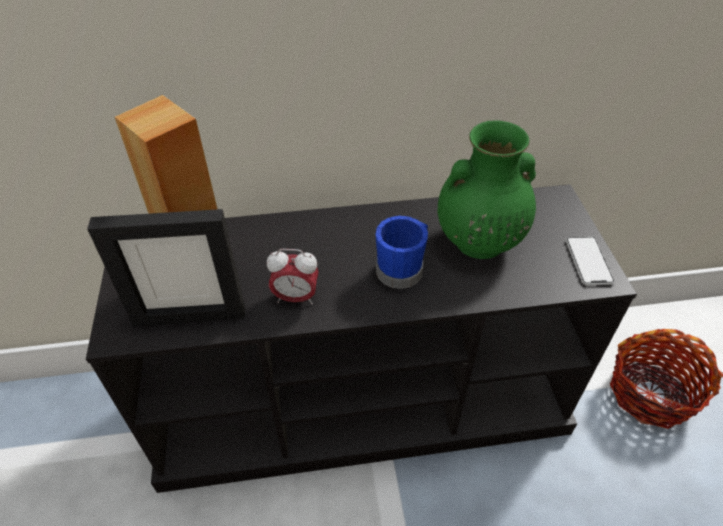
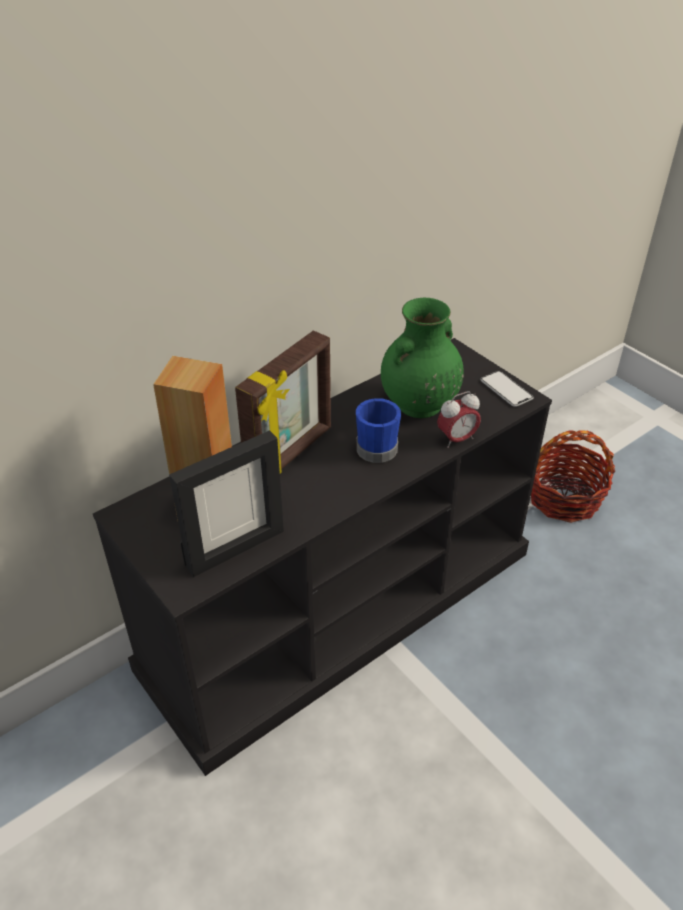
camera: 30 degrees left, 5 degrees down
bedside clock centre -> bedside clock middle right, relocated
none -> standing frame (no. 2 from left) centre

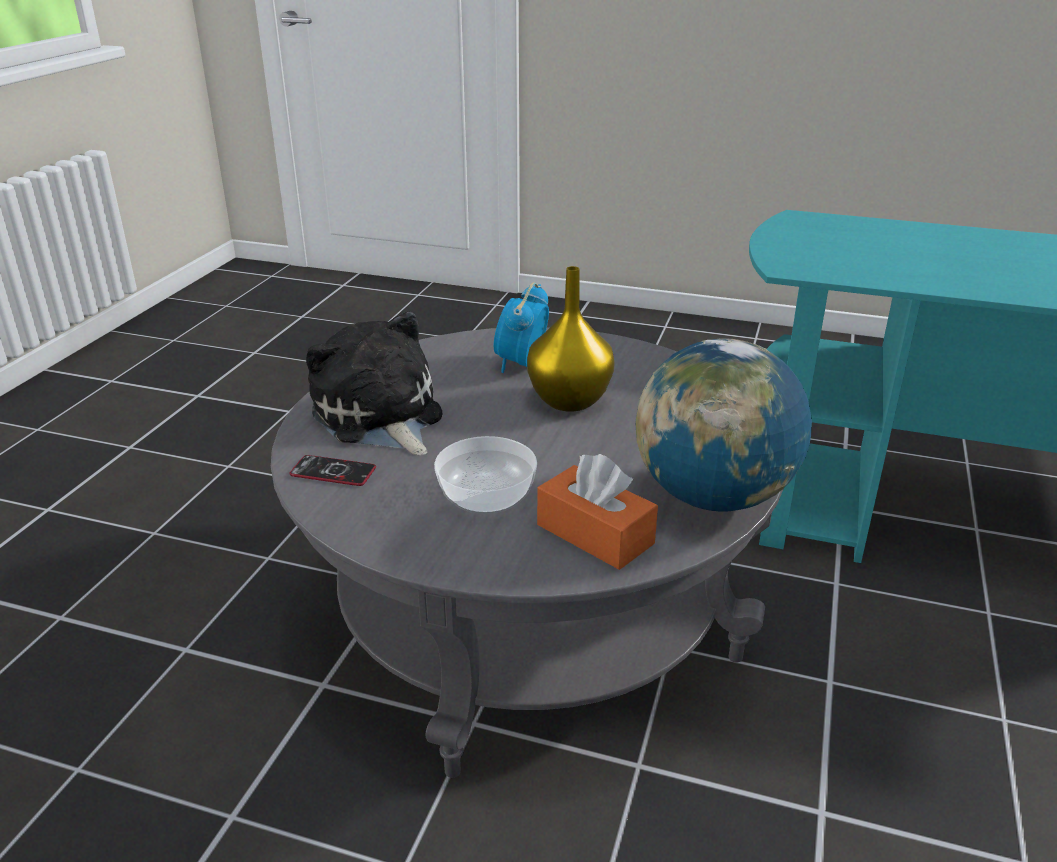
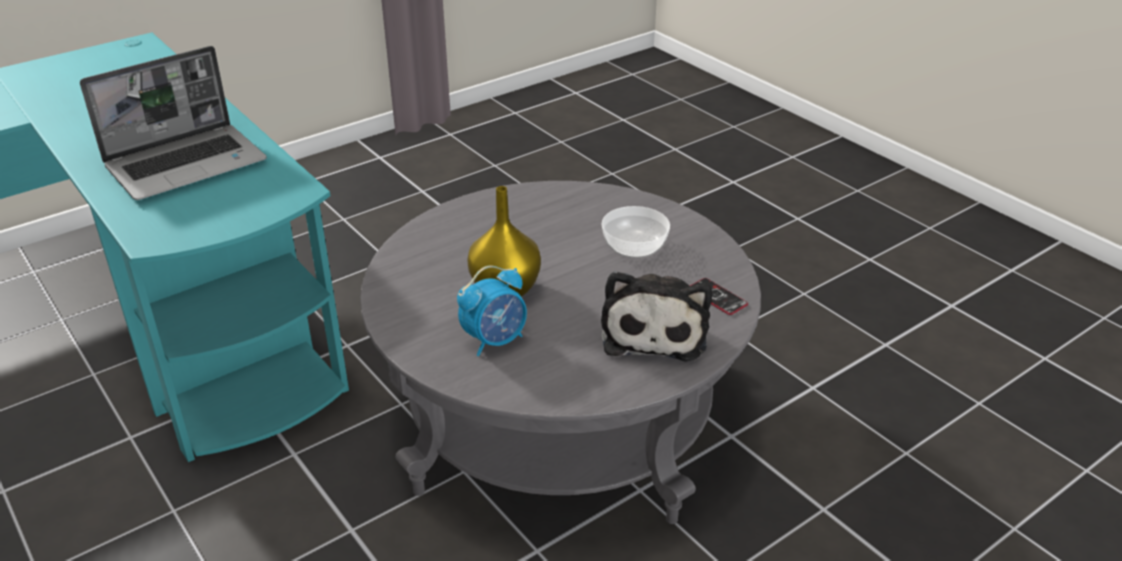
camera: 145 degrees left, 5 degrees up
globe middle right -> none
orangey box of tissues centre -> none
none -> portable computer top left

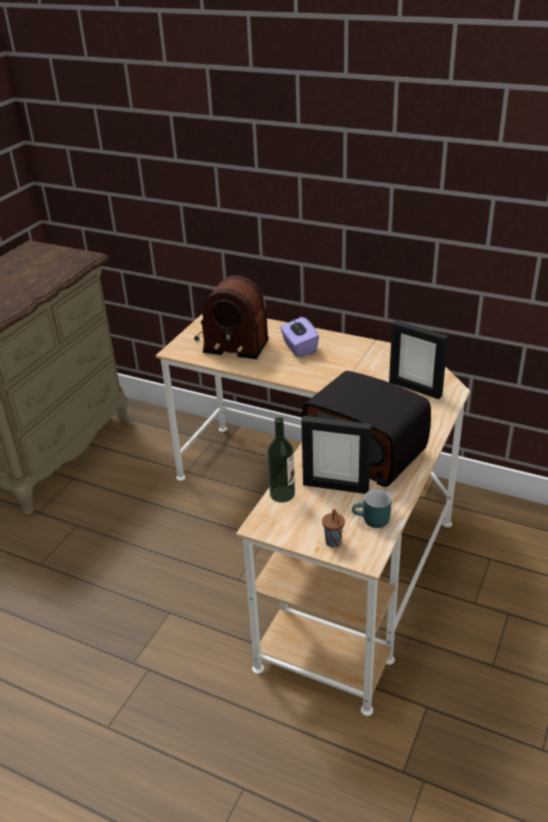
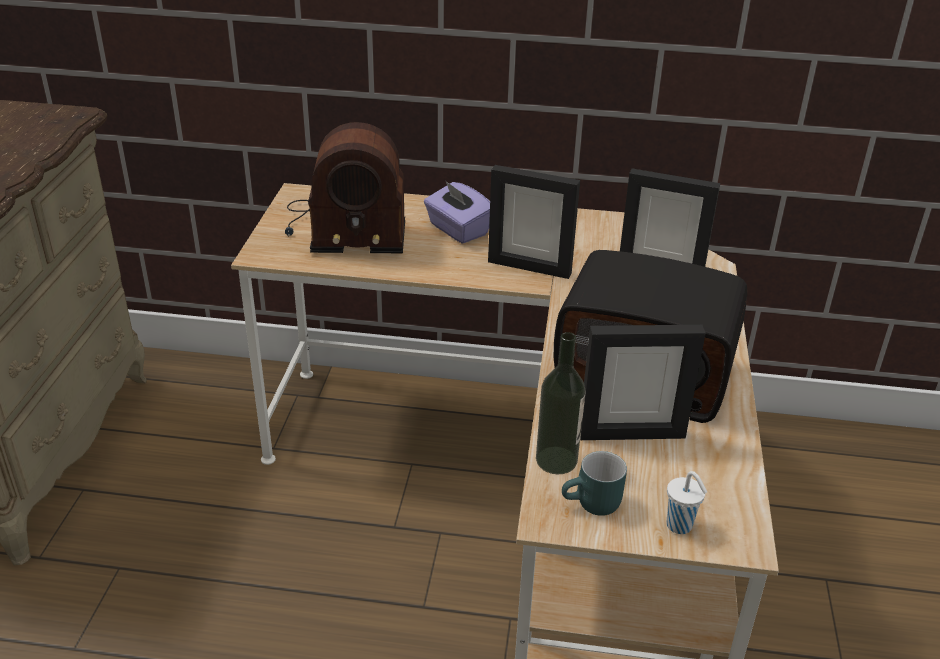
camera: 20 degrees left, 0 degrees up
turquoise tea mug middle right -> turquoise tea mug bottom centre, relocated
brown cup centre -> white cup bottom right
none -> standing frame (no. 1 from left) centre

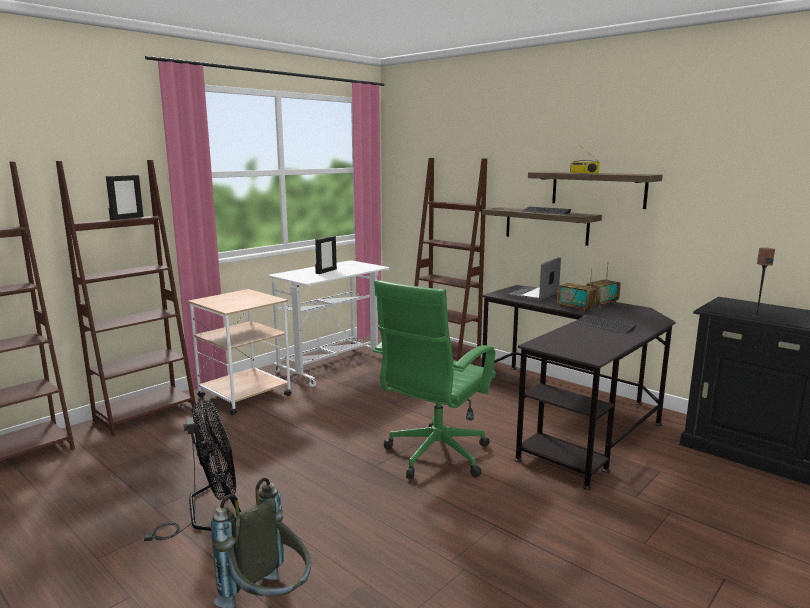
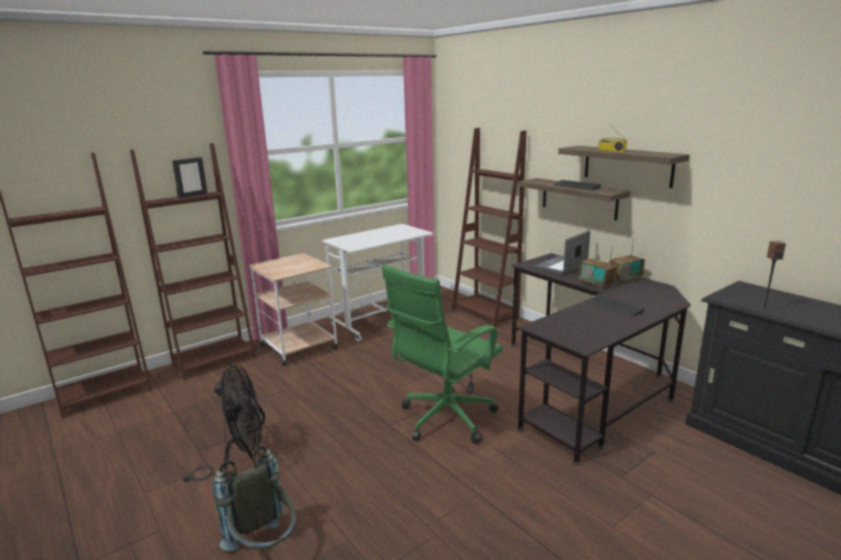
camera: 10 degrees right, 5 degrees up
standing frame (no. 2 from left) centre -> none

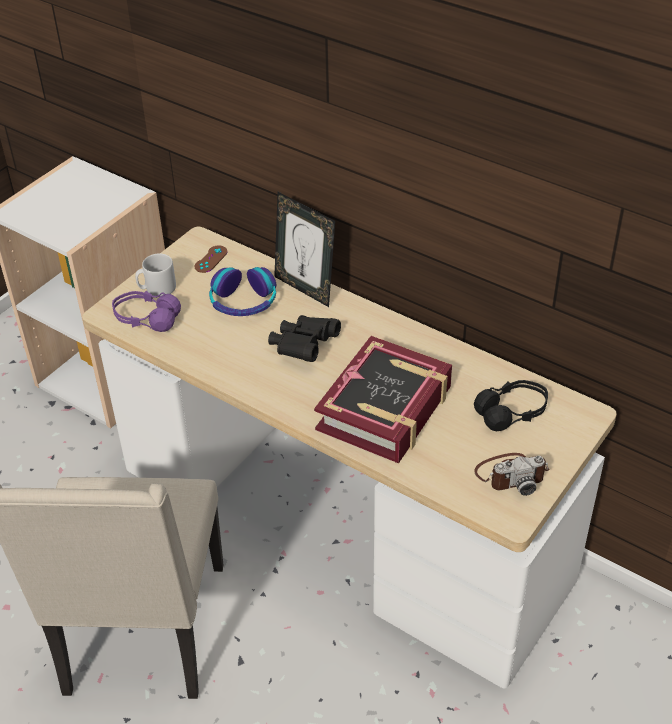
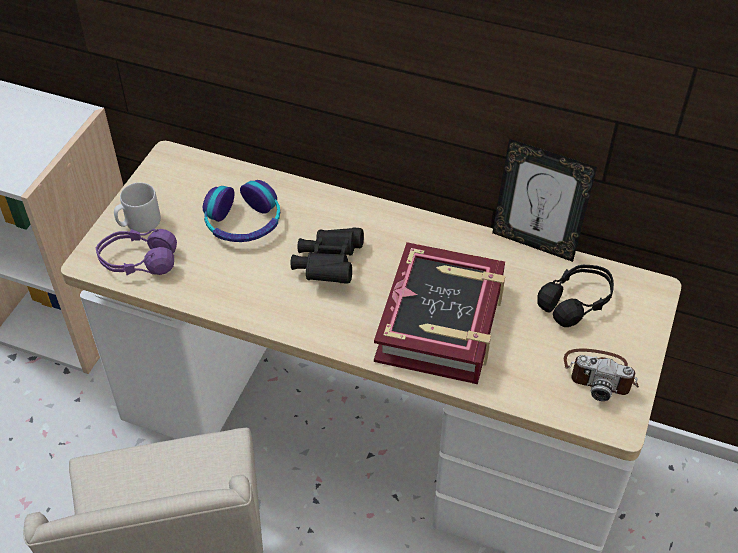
camera: 15 degrees left, 5 degrees up
standing frame centre -> standing frame middle right, relocated
brown joypad middle left -> none
photo camera middle right -> photo camera bottom right, 45 degrees clockwise

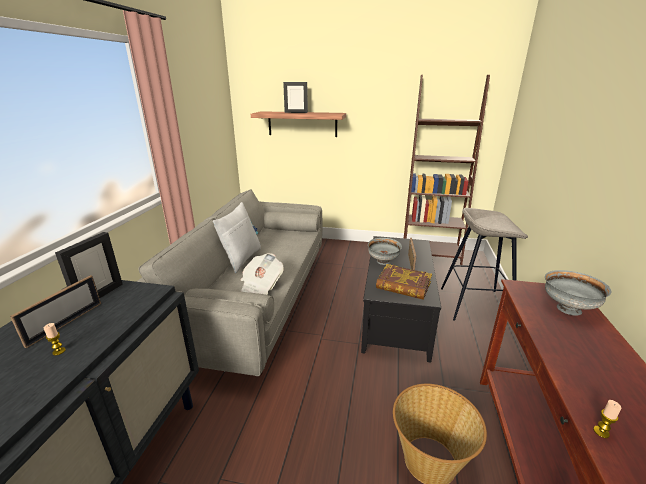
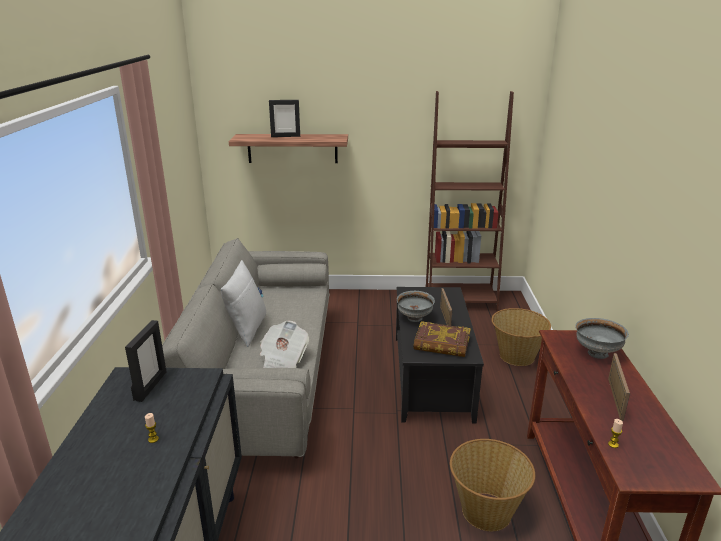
camera: 10 degrees left, 0 degrees up
gray sitting stool middle right -> household basket (no. 2 from left) middle right
standing frame (no. 1 from left in the first image) middle left -> standing frame (no. 4 from left) bottom right, relocated

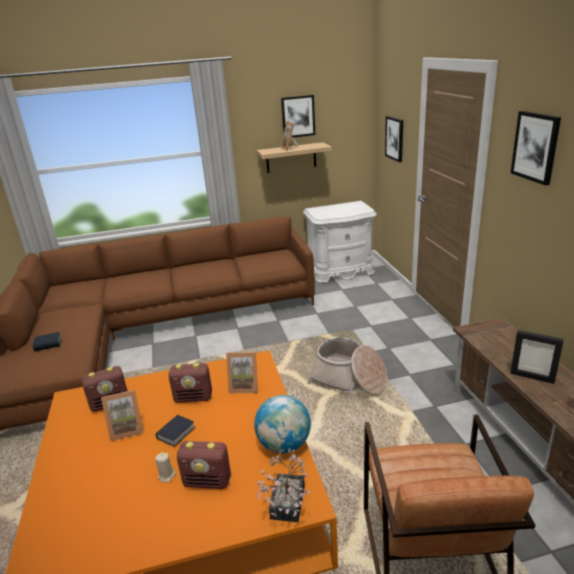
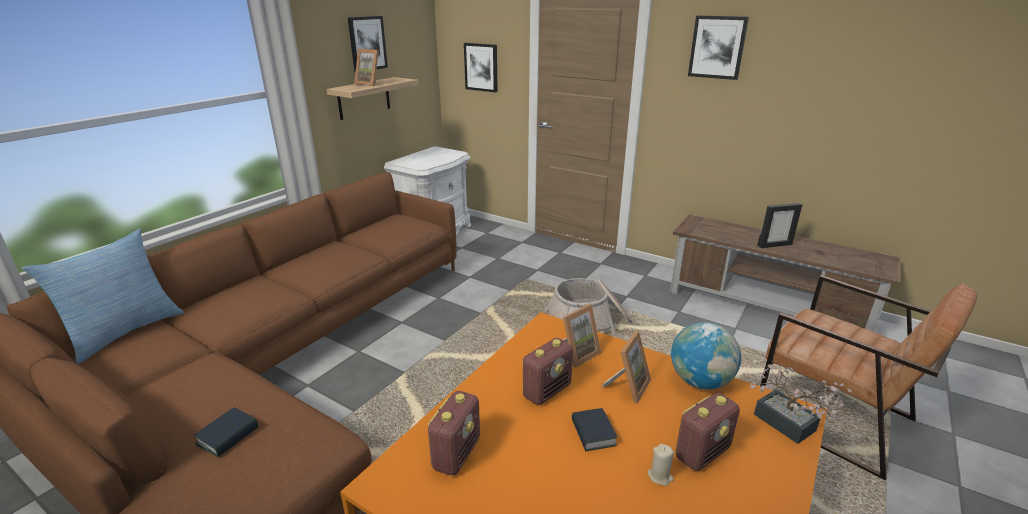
camera: 45 degrees left, 0 degrees up
standing frame (no. 1 from left in the first image) bottom left -> standing frame (no. 3 from left) bottom centre, relocated
none -> cushion middle left

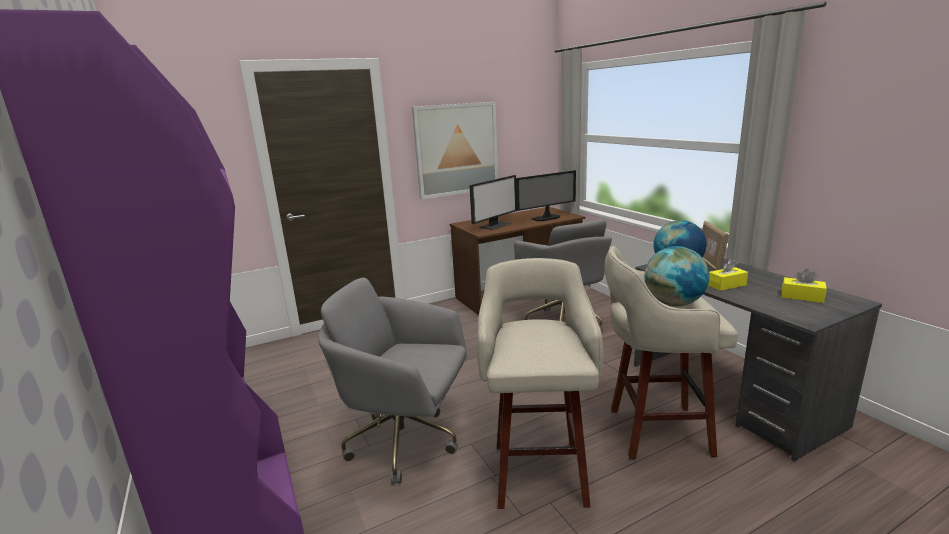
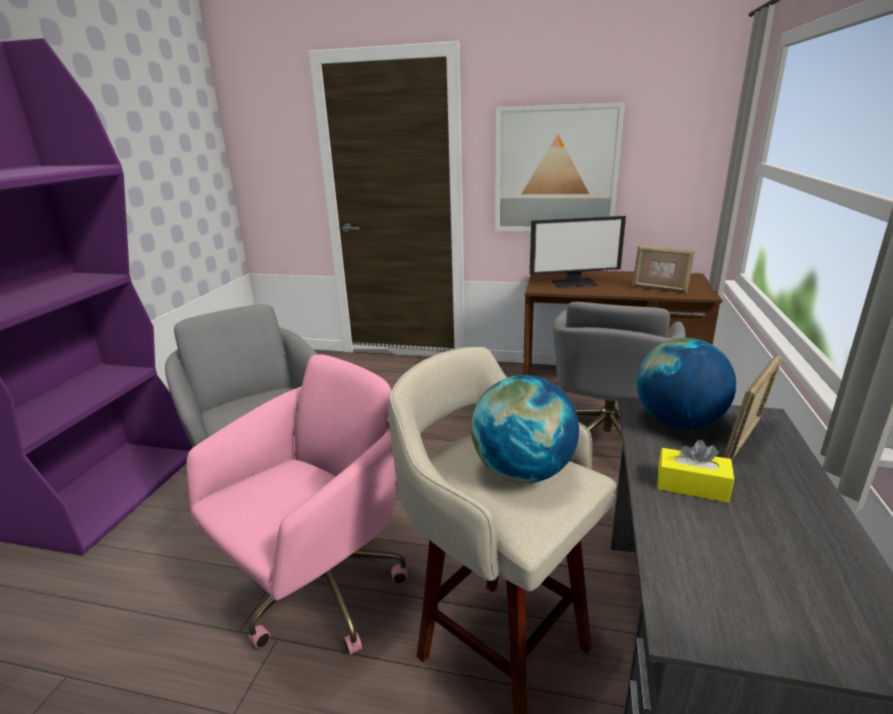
camera: 40 degrees right, 5 degrees up
computer display (no. 2 from left) centre -> standing frame (no. 1 from left) middle right
beige-coloured sitting stool (no. 1 from left) bottom centre -> pink computer chair bottom left
yellowish box of tissues (no. 2 from left) middle right -> none

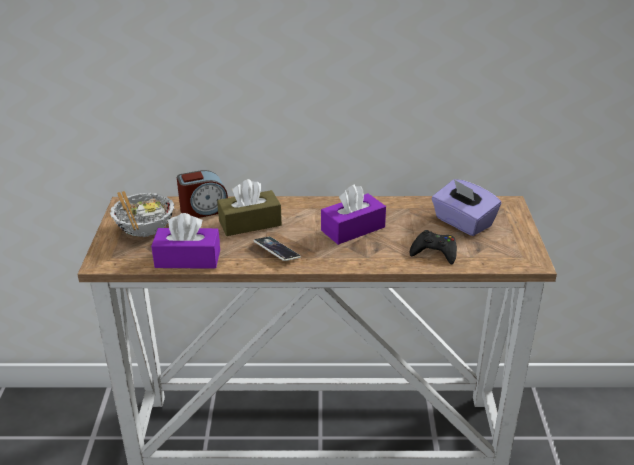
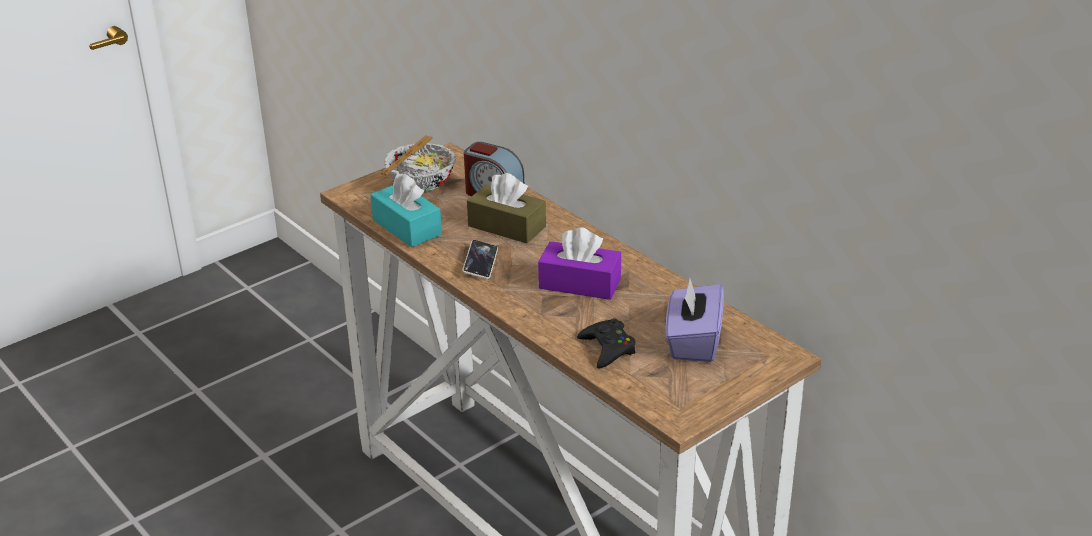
camera: 50 degrees right, 0 degrees up
purplish box of tissues (no. 1 from left) middle left -> turquoise box of tissues centre

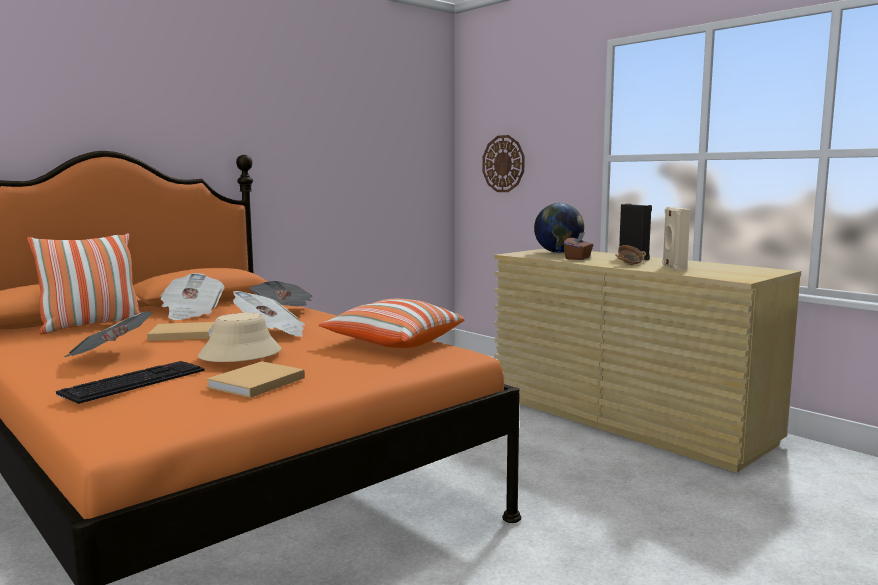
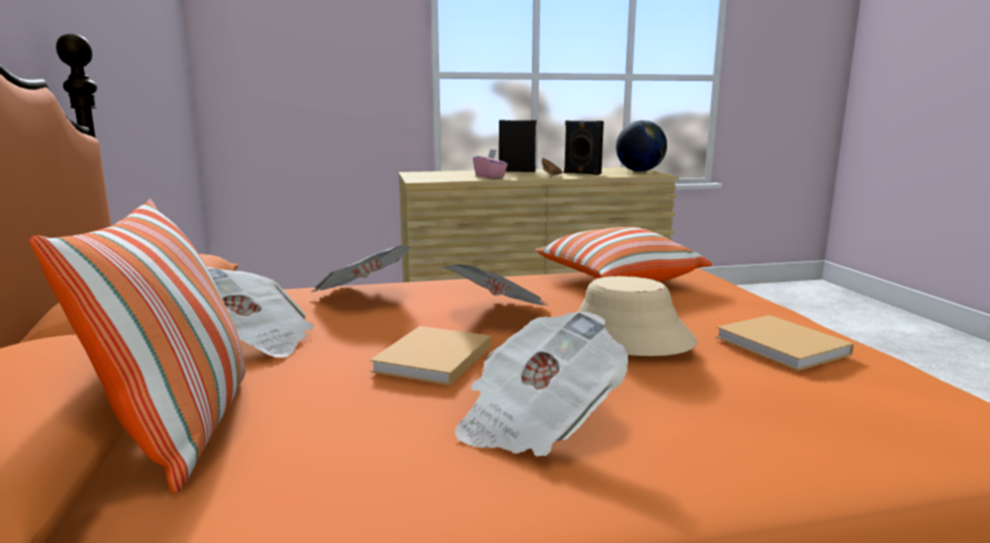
camera: 60 degrees left, 5 degrees up
hanging clock top centre -> none
globe centre -> globe top centre, relocated
beige-coloured audio speaker middle right -> blackish audio speaker (no. 2 from left) top centre
brown box of tissues centre -> pink box of tissues top centre
computer keyboard middle left -> none

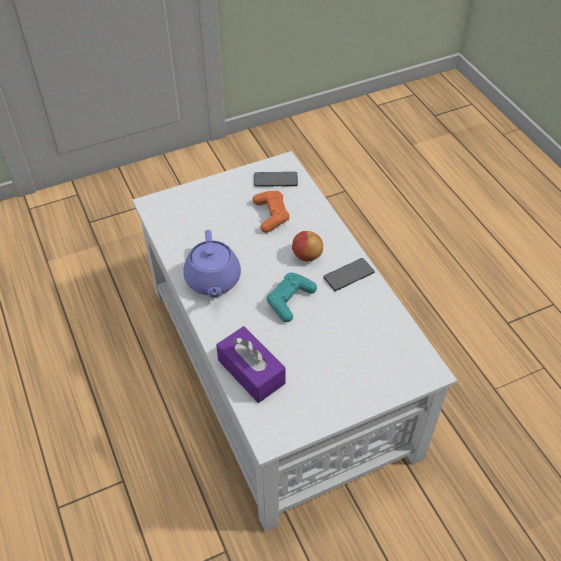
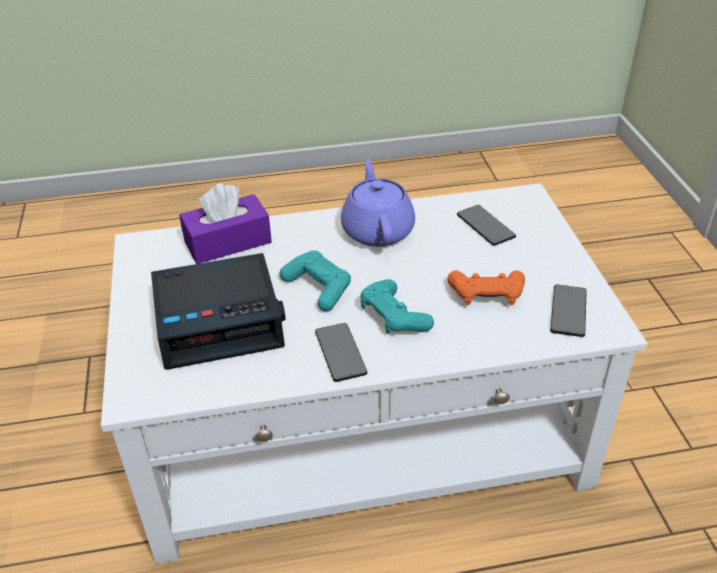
camera: 105 degrees right, 10 degrees down
purplish pot for tea centre, 75 degrees clockwise
apple centre -> turquoise joypad (no. 2 from left) centre
none -> handset (no. 2 from left) middle right
none -> bedside clock middle left

